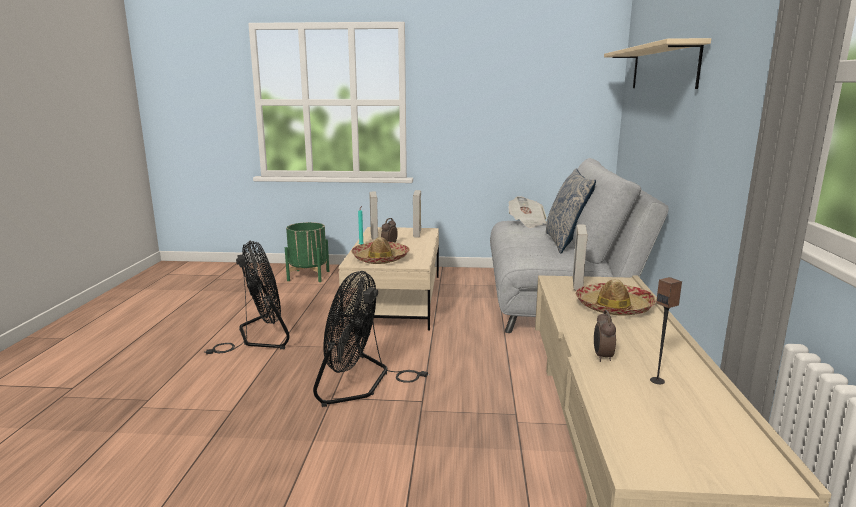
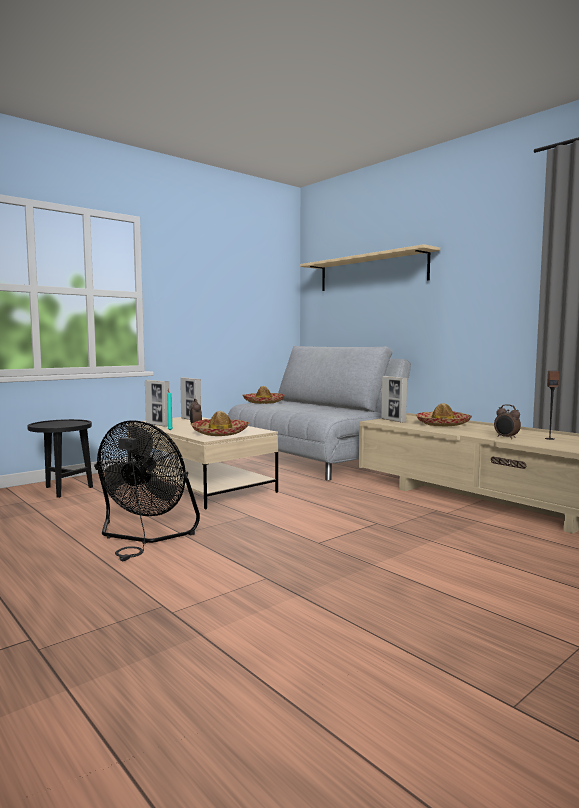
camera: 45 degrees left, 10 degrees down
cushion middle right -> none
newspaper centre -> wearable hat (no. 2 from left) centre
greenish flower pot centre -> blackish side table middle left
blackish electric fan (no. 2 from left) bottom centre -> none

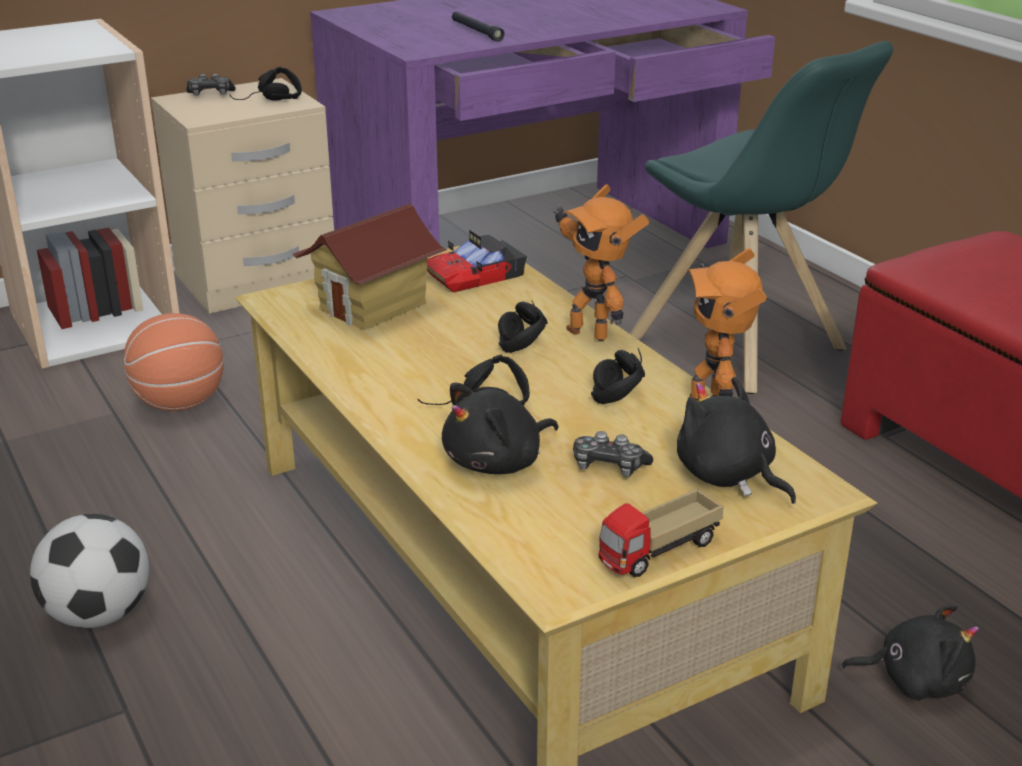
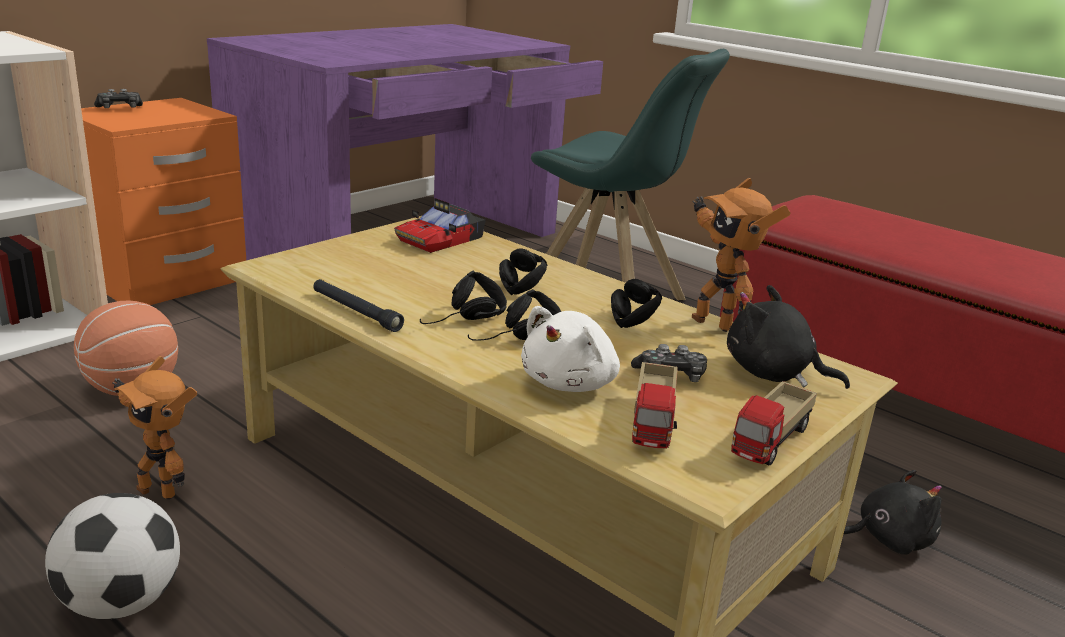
camera: 20 degrees left, 5 degrees down
blackish flashlight top centre -> blackish flashlight centre, relocated
blackish headphones (no. 1 from left) top left -> blackish headphones (no. 1 from left) centre, relocated
beige-coloured night table top left -> orangey night table top left
model robot (no. 1 from left) centre -> model robot (no. 1 from left) bottom left, relocated
miniature house centre -> none
blackish soft toy (no. 1 from left) centre -> white soft toy centre
none -> model truck (no. 1 from left) centre

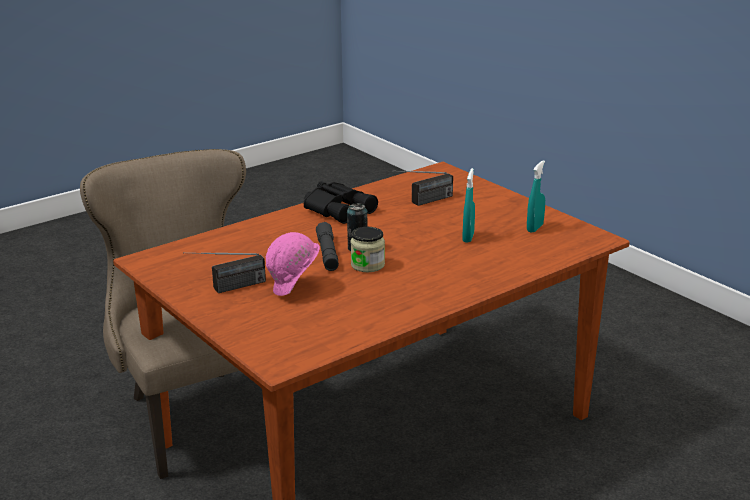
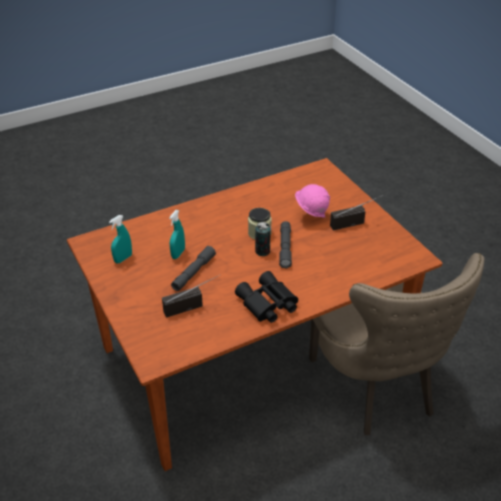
camera: 170 degrees left, 15 degrees up
none -> gray flashlight (no. 1 from left) centre

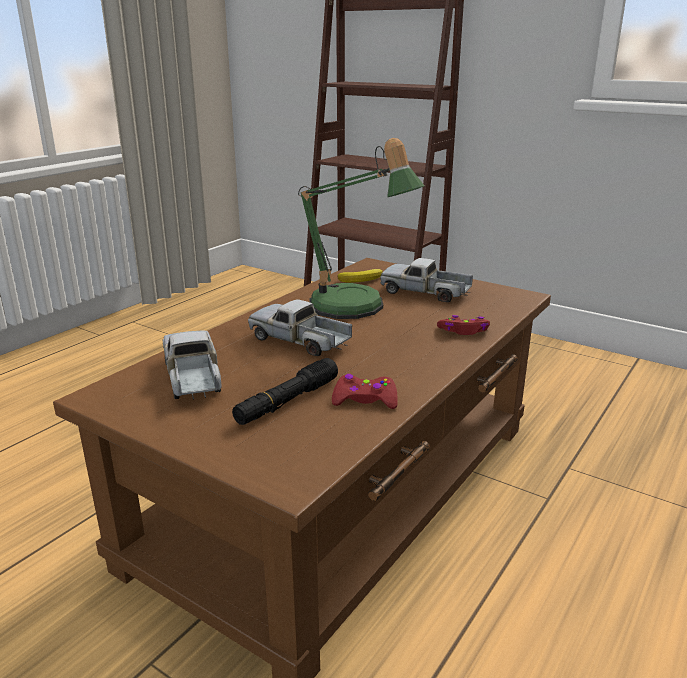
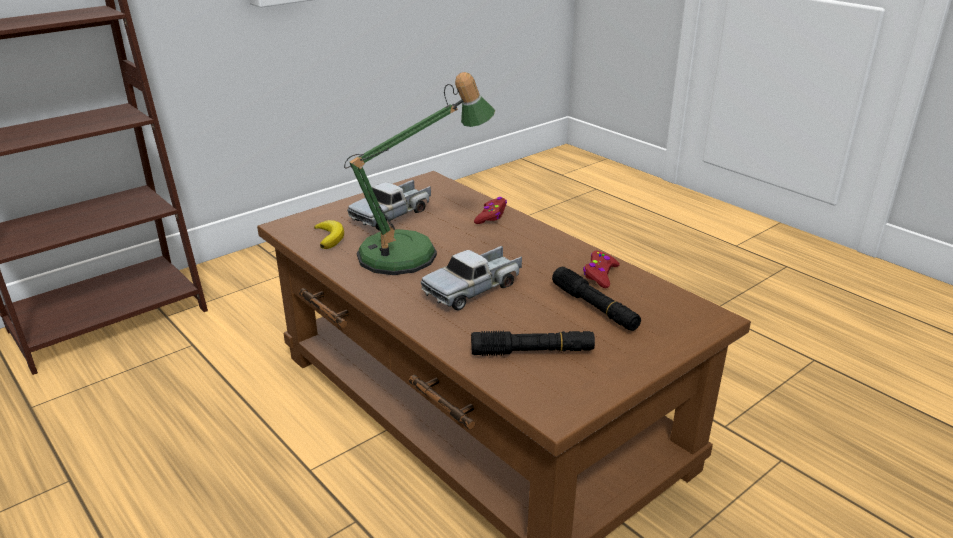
camera: 75 degrees left, 5 degrees up
model truck (no. 1 from left) middle left -> blackish flashlight (no. 1 from left) centre

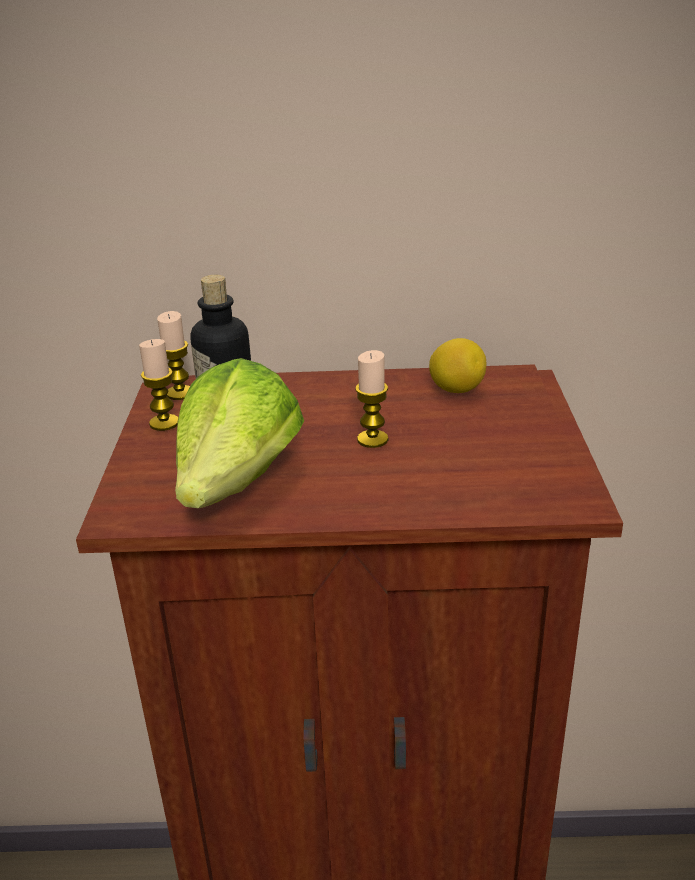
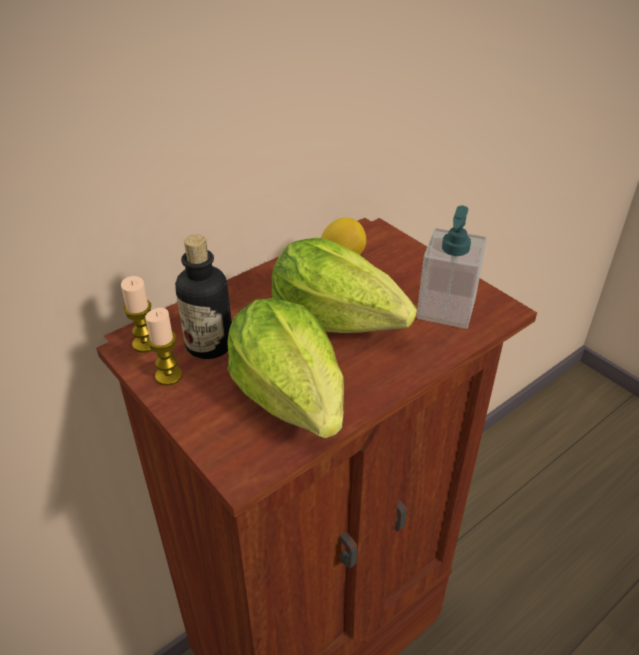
camera: 40 degrees left, 10 degrees up
candle (no. 3 from left) centre -> lettuce head (no. 2 from left) centre
none -> soap bottle middle right

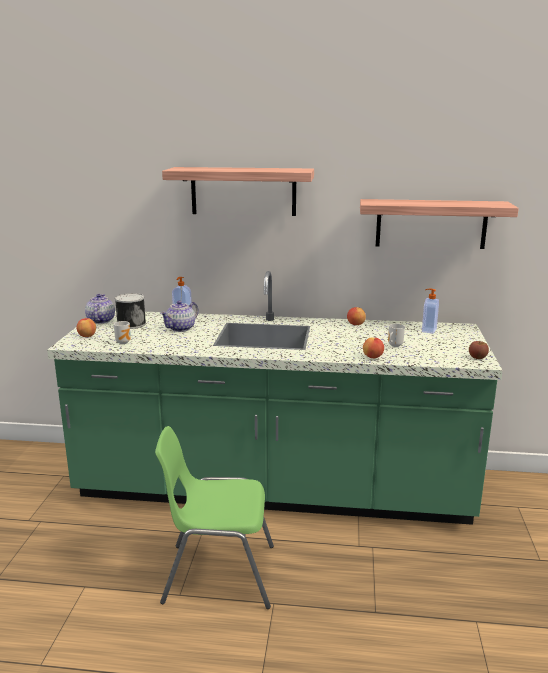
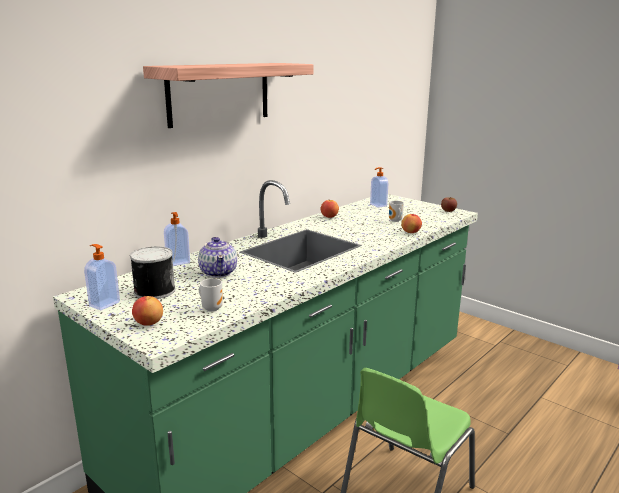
camera: 55 degrees left, 0 degrees up
wall shelf (no. 2 from left) top right -> none
pot for tea (no. 1 from left) middle left -> soap bottle (no. 1 from left) middle left

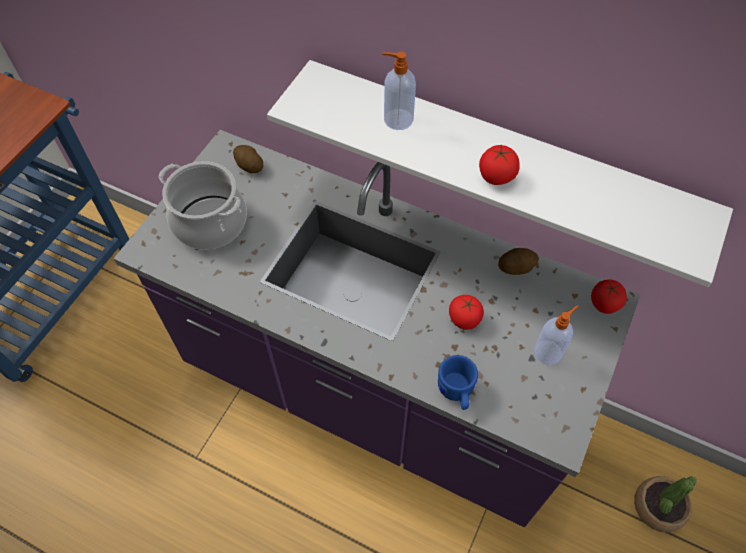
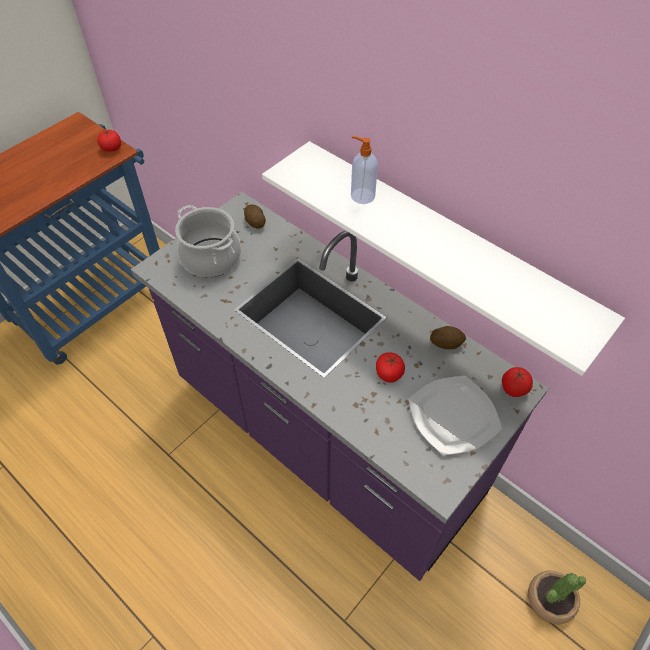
camera: 15 degrees right, 5 degrees down
tomato (no. 2 from left in the first image) top right -> tomato (no. 1 from left) top left, relocated
soap bottle (no. 2 from left) middle right -> dinner plate middle right
bluish tea mug bottom centre -> none

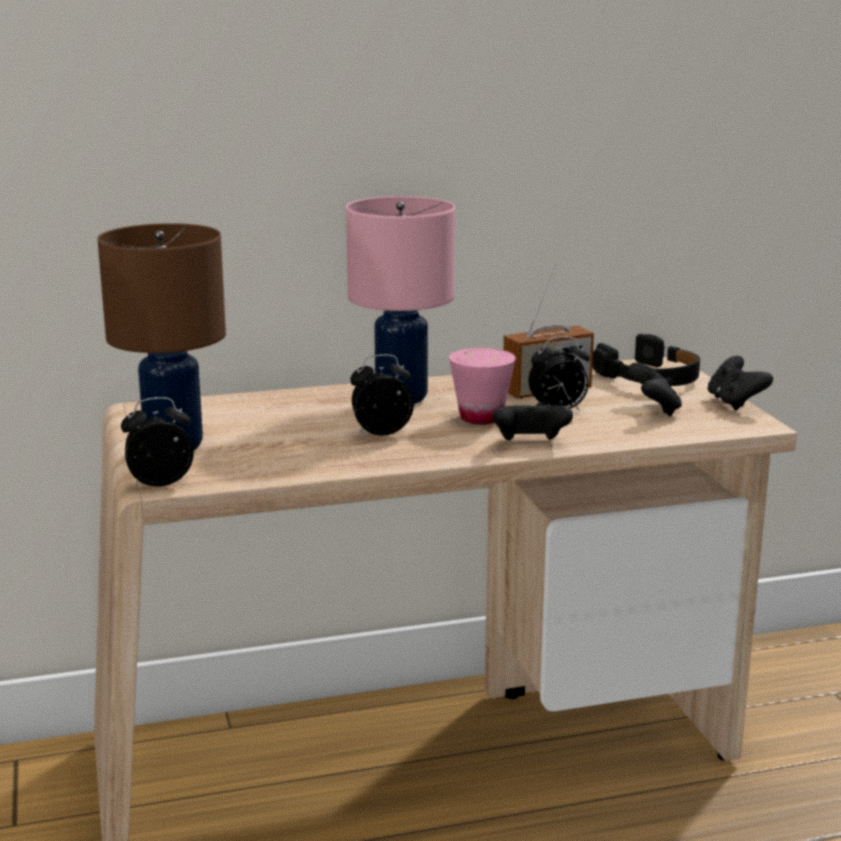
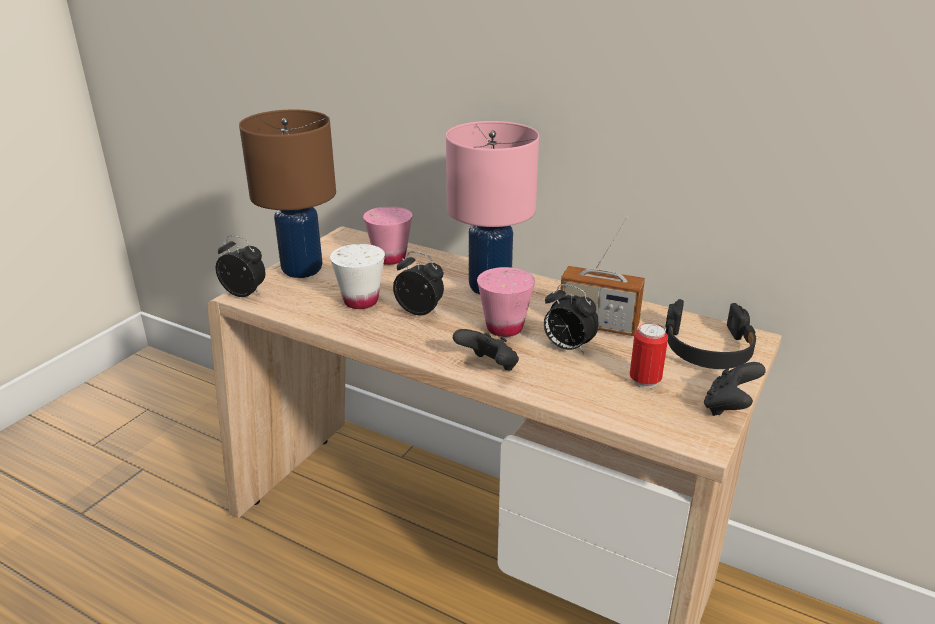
camera: 45 degrees right, 10 degrees up
blackish joypad (no. 2 from left) middle right -> can middle right
none -> pink cup (no. 1 from left) centre
none -> white cup centre

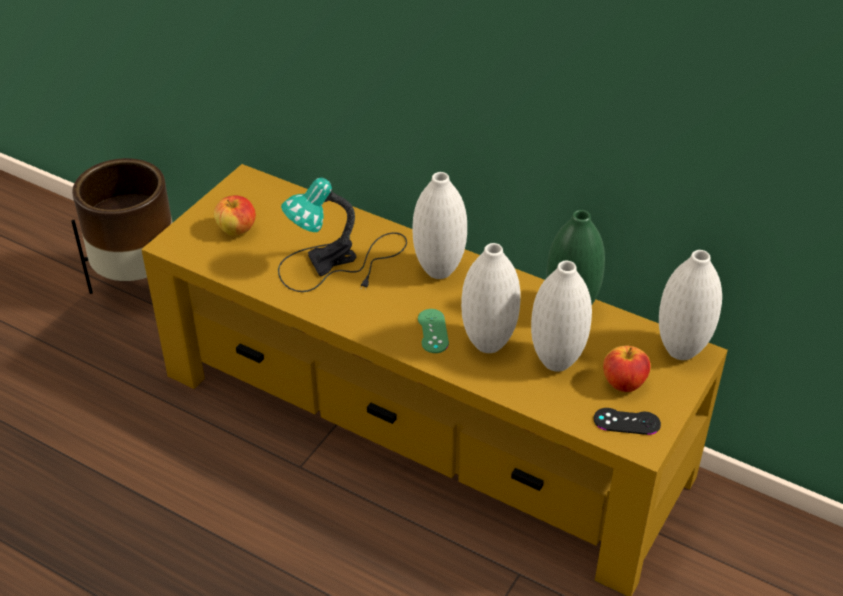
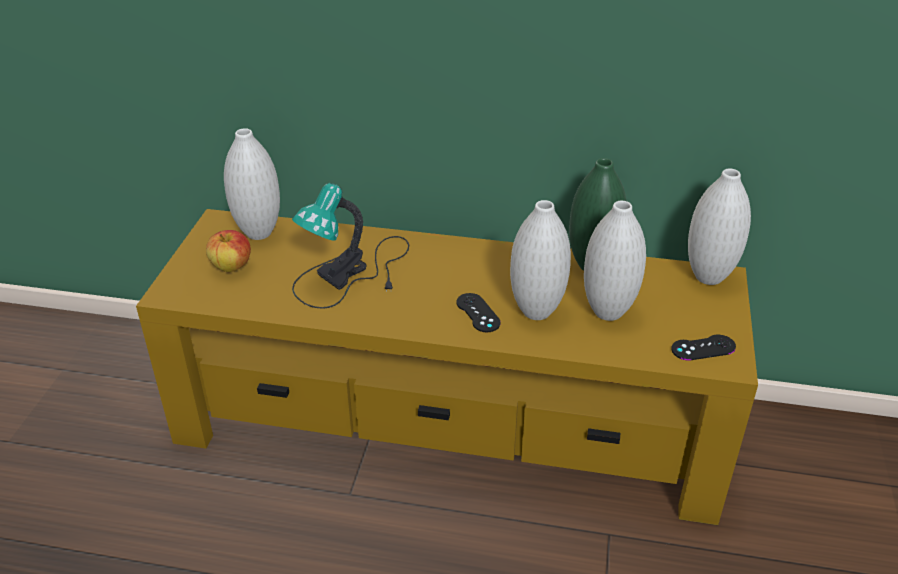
camera: 20 degrees left, 5 degrees down
brown flower pot middle left -> none
white vase (no. 1 from left) centre -> white vase (no. 1 from left) top left, relocated
greenish joypad centre -> blackish joypad (no. 1 from left) centre
apple (no. 2 from left) middle right -> none

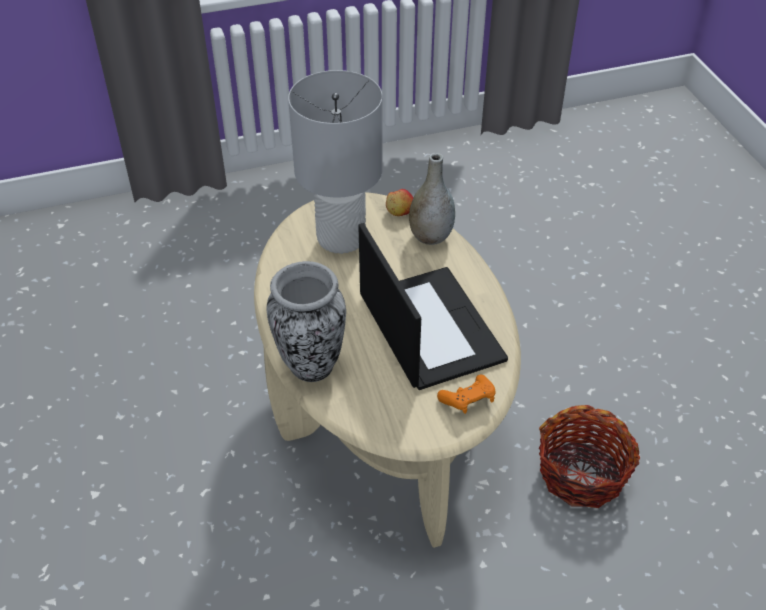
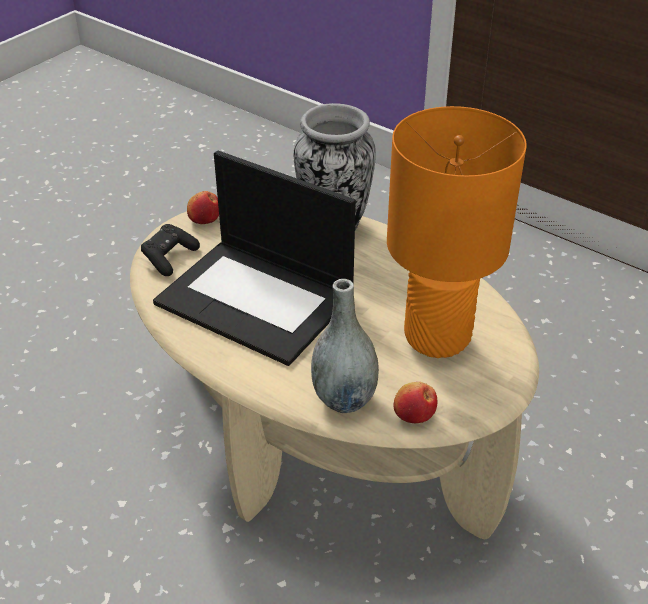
camera: 145 degrees right, 5 degrees down
gray table lamp top centre -> orangey table lamp middle right
orangey joypad centre -> blackish joypad middle left
household basket bottom right -> none
none -> apple (no. 1 from left) middle left

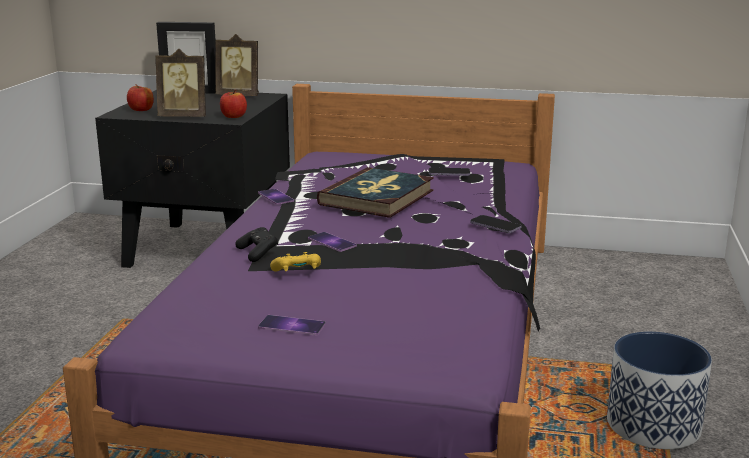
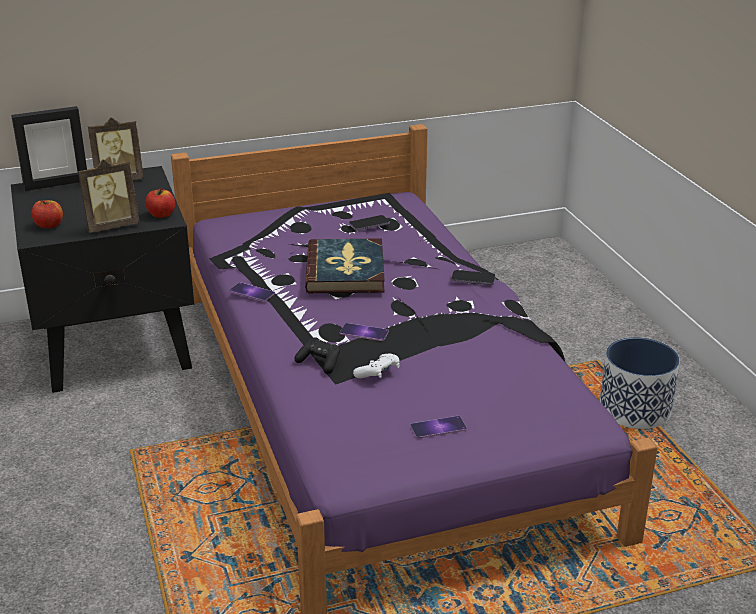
camera: 30 degrees left, 10 degrees up
yellowish joypad centre -> white joypad centre

